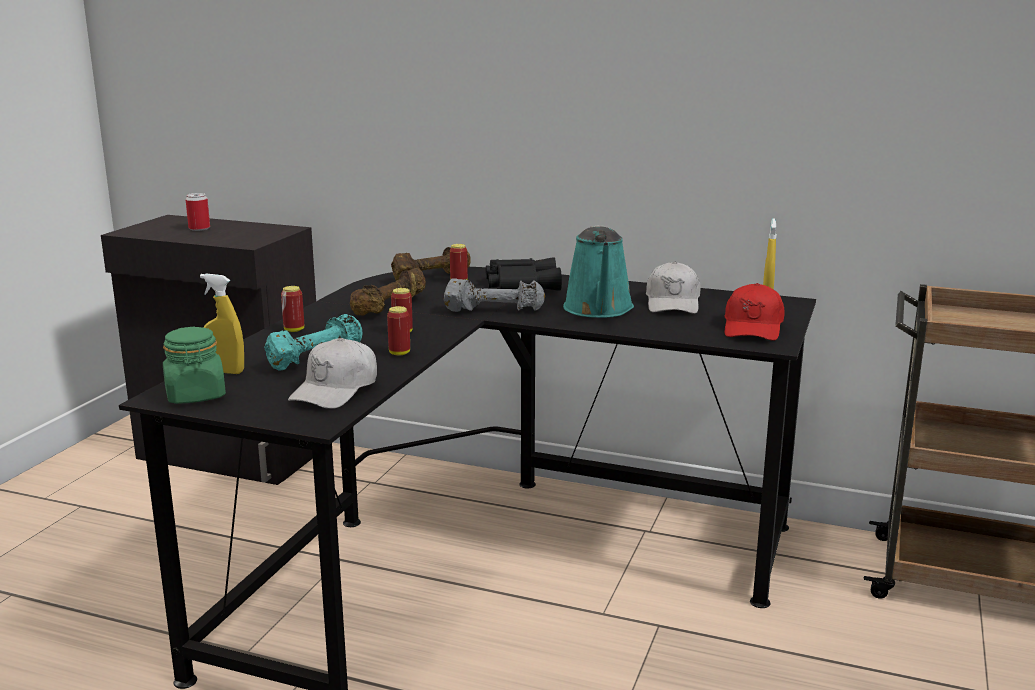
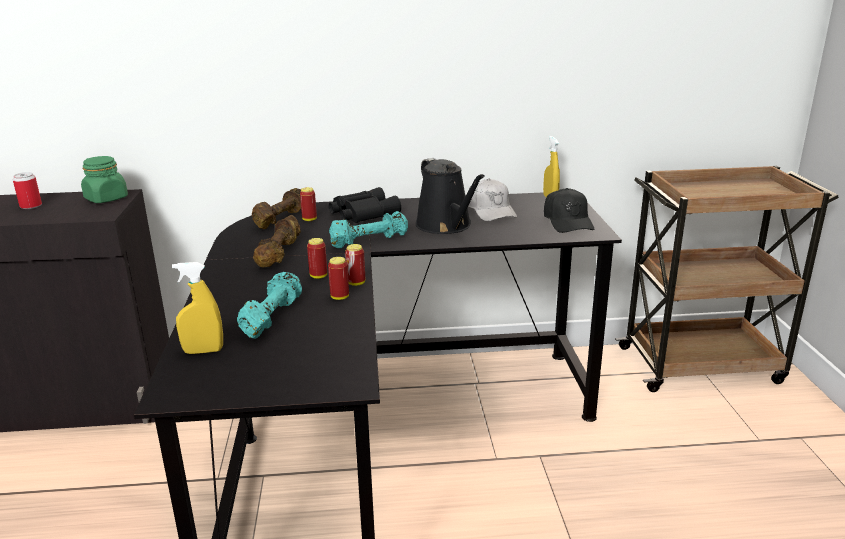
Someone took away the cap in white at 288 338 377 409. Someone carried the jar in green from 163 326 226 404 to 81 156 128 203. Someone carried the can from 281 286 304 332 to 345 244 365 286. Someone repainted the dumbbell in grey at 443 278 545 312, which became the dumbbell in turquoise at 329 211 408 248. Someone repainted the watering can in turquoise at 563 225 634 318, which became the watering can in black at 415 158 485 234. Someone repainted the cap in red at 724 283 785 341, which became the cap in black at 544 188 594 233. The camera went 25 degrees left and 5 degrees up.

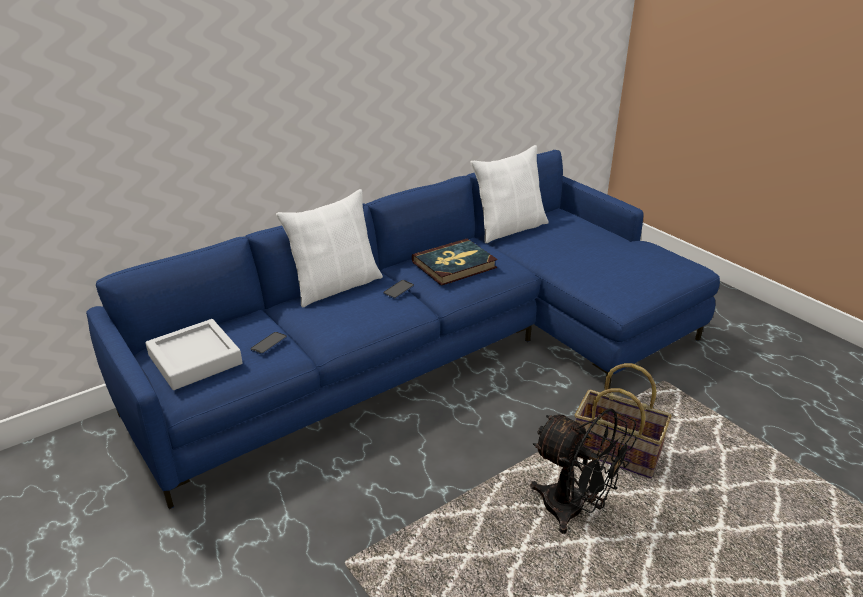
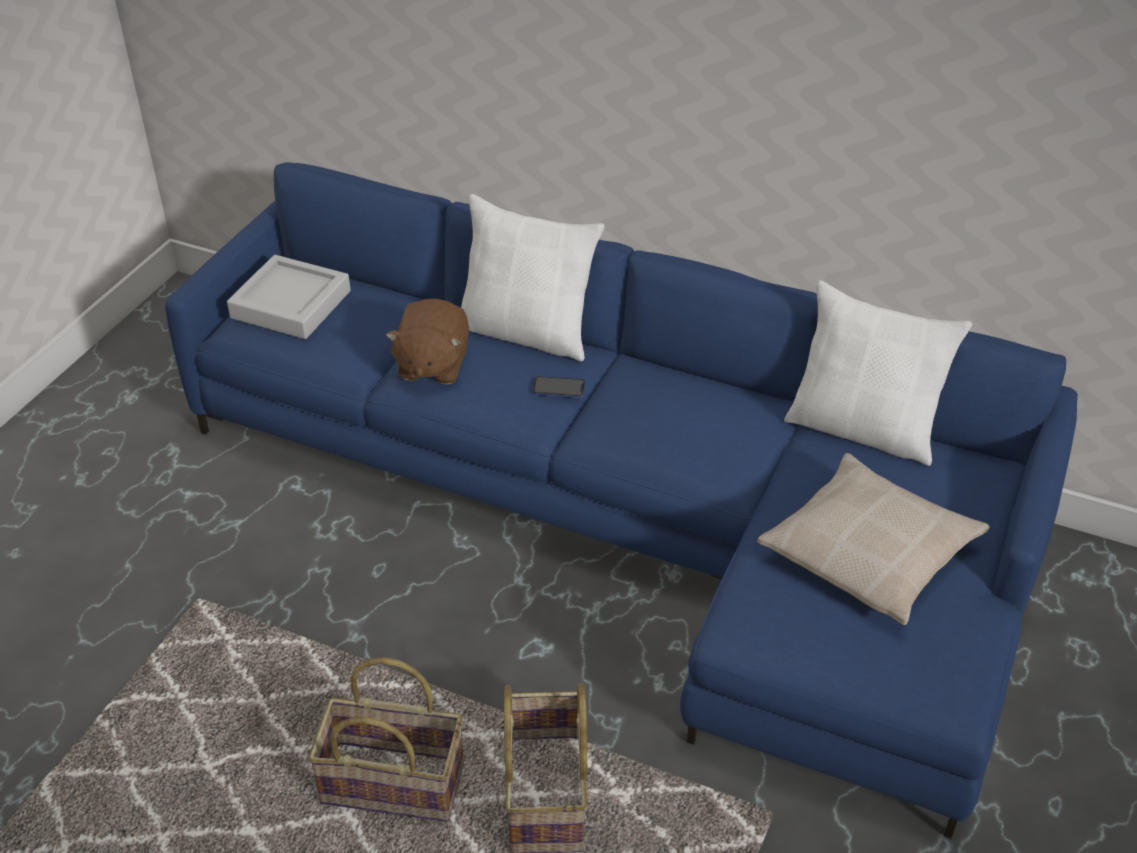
Someone took away the phone at 250 332 287 355. Someone took away the book at 412 239 497 286. Someone put down the plush toy in brown at 386 299 469 385. Someone put down the pillow in beige at 757 453 989 625. Someone swapped the fan in black at 530 409 637 534 for the basket at 308 657 464 822. The camera went 60 degrees right and 10 degrees up.

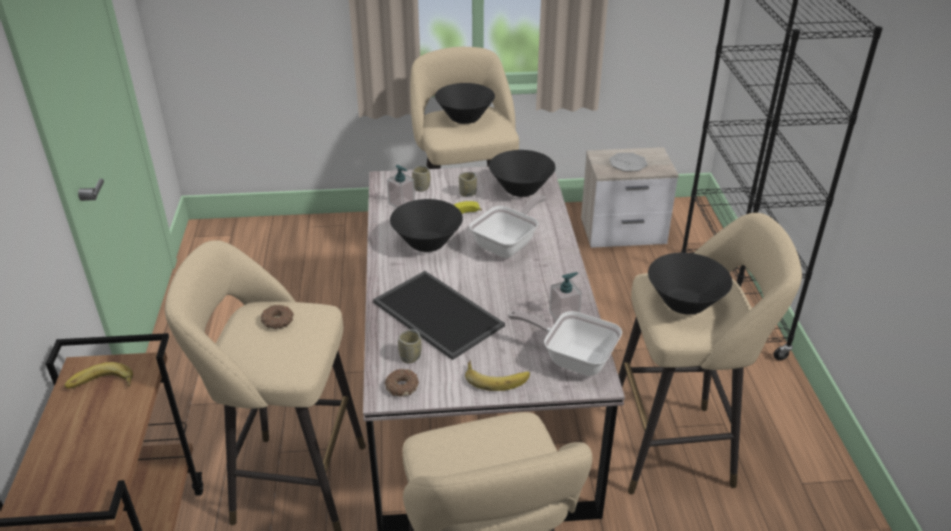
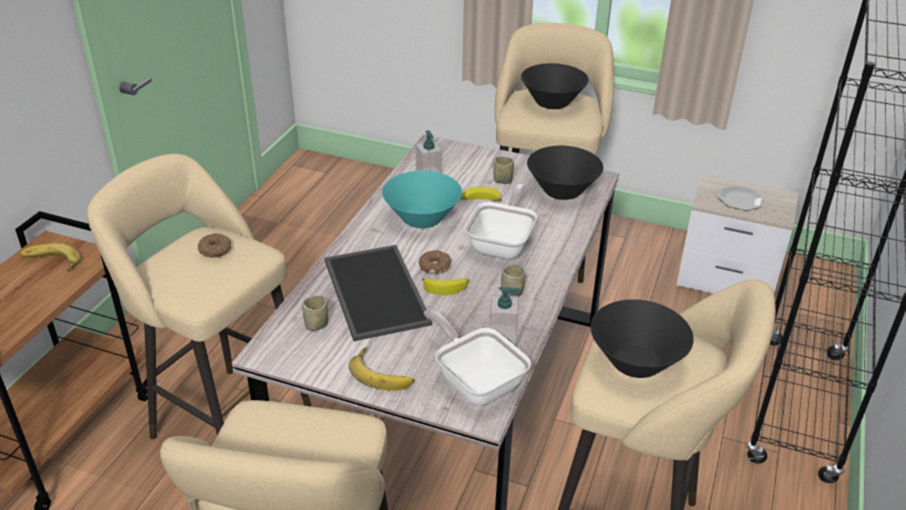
Someone put down the banana at 422 278 469 295. Someone carried the donut from 385 369 419 396 to 419 250 452 274. Someone carried the cup from 412 165 430 192 to 501 264 525 297. Someone repainted the bowl in black at 390 199 463 252, which became the bowl in turquoise at 382 171 462 228. Someone rotated the frying pan at 469 195 546 258 by 45 degrees counterclockwise. The camera went 25 degrees right and 0 degrees up.

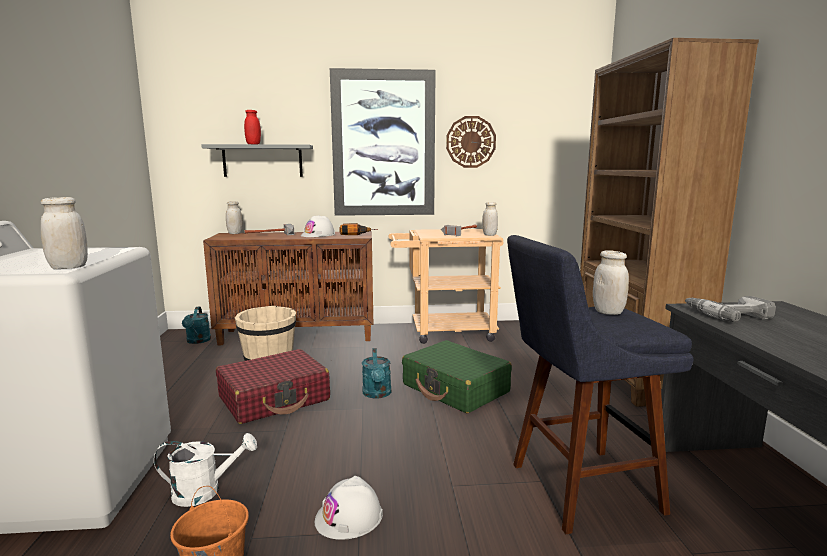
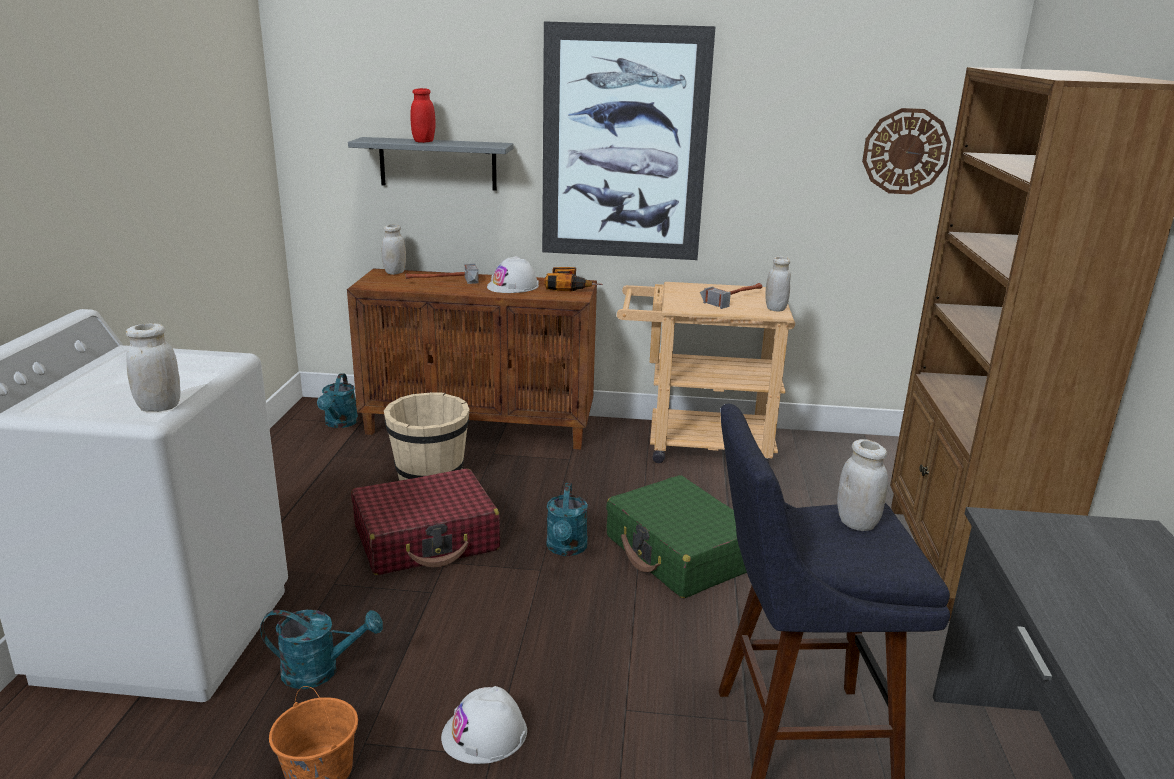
Someone took away the power drill at 685 296 776 322. Someone carried the wall clock from 446 116 496 168 to 862 108 951 194. Someone repainted the watering can in white at 154 433 257 507, which became the watering can in turquoise at 260 610 383 689. The camera went 10 degrees right and 10 degrees up.

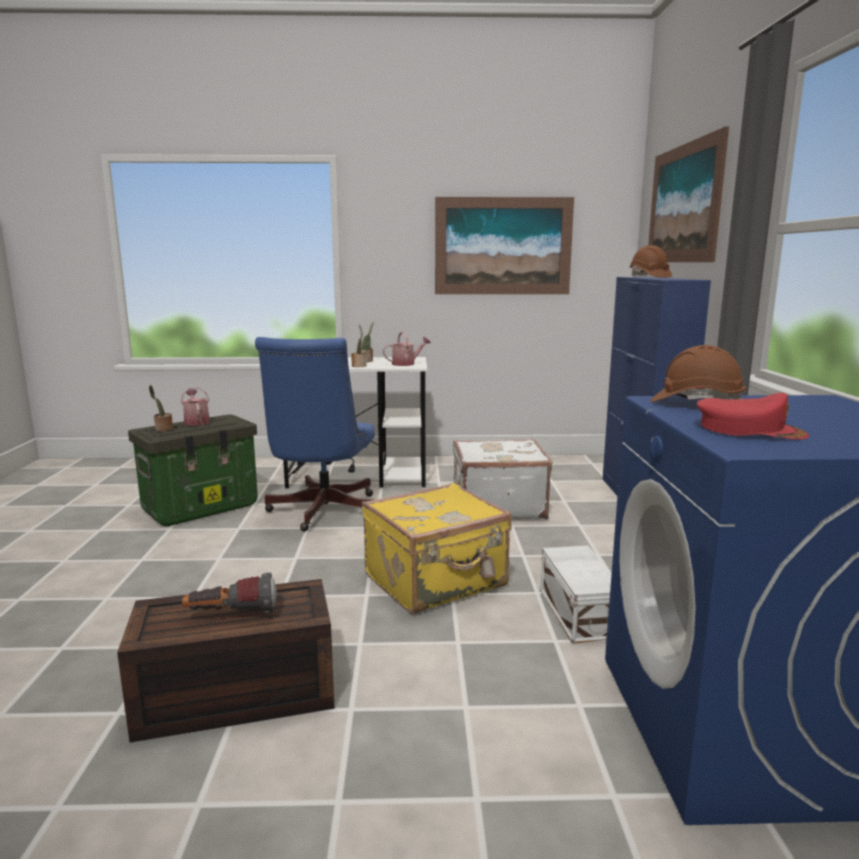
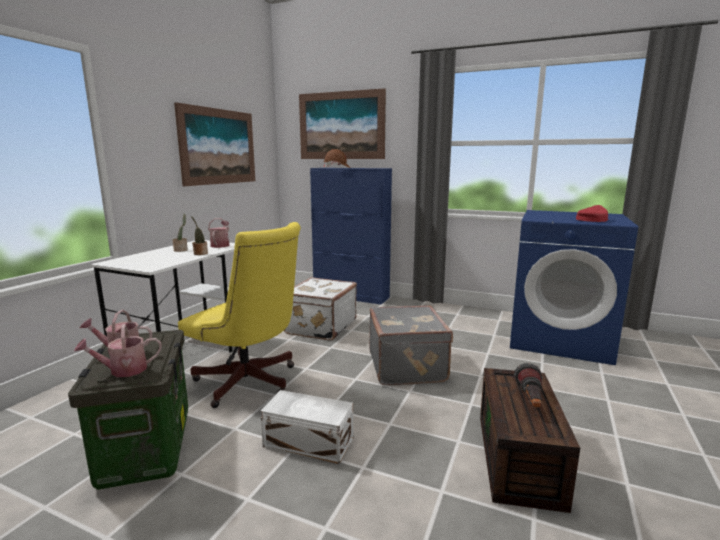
Someone took away the hard hat in brown at 650 345 746 402. Someone carried the storage box in white from 540 546 612 644 to 260 390 353 464. Someone swapped the potted plant at 149 385 173 431 for the watering can at 74 324 162 377. Someone repainted the office chair in blue at 255 337 375 531, which became the office chair in yellow at 178 222 301 408. Someone repainted the suitcase in yellow at 362 483 512 614, which became the suitcase in grey at 369 305 453 385. The camera went 65 degrees left and 0 degrees up.

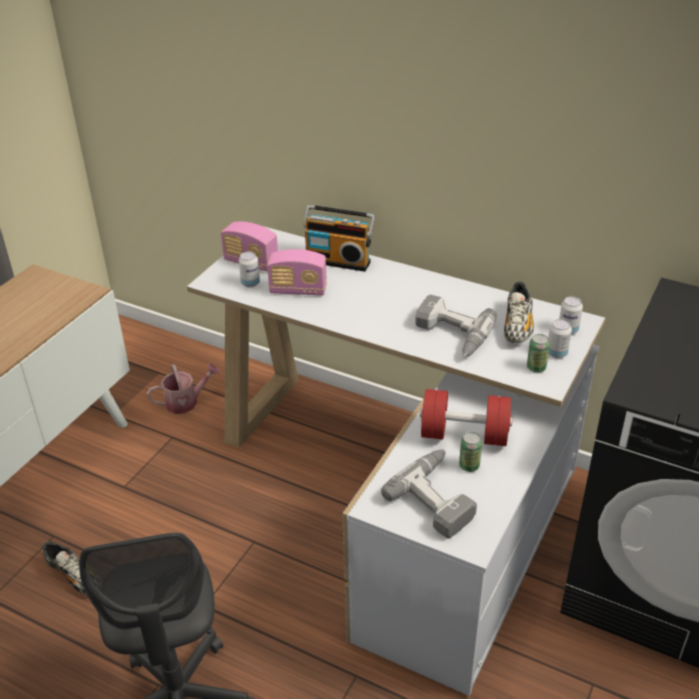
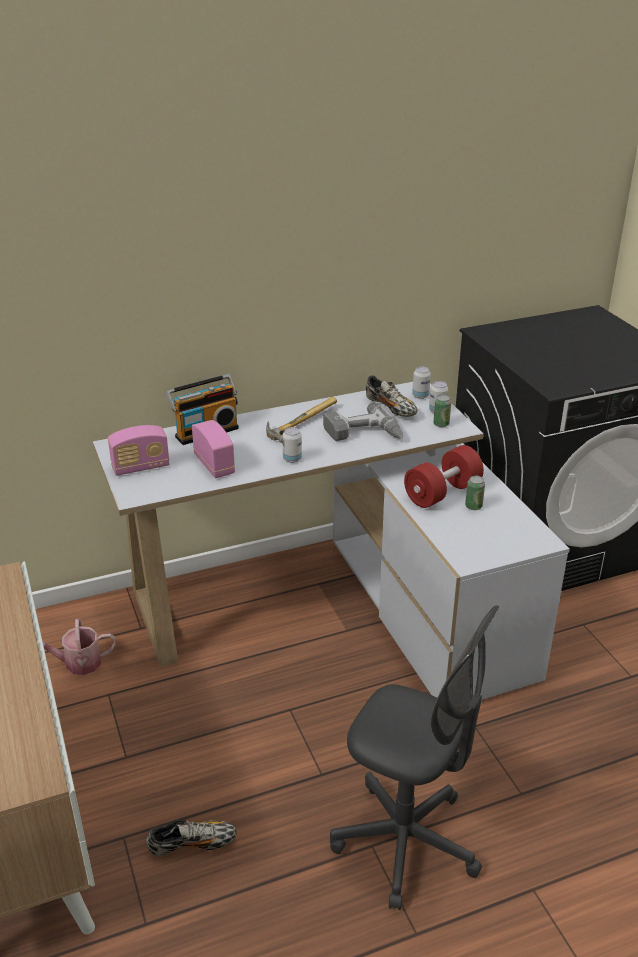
Someone took away the power drill at 381 449 477 538. Someone put down the hammer at 266 397 337 443. Someone carried the can from 239 252 260 287 to 282 427 302 463. Someone rotated the watering can at 147 363 220 414 by 120 degrees counterclockwise. Someone rotated the radio at 267 249 327 296 by 75 degrees counterclockwise. The camera went 50 degrees left and 5 degrees down.

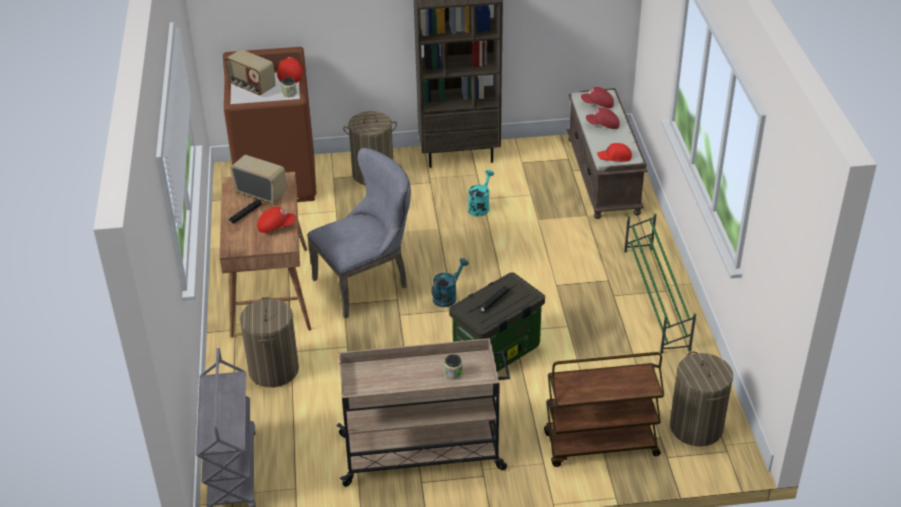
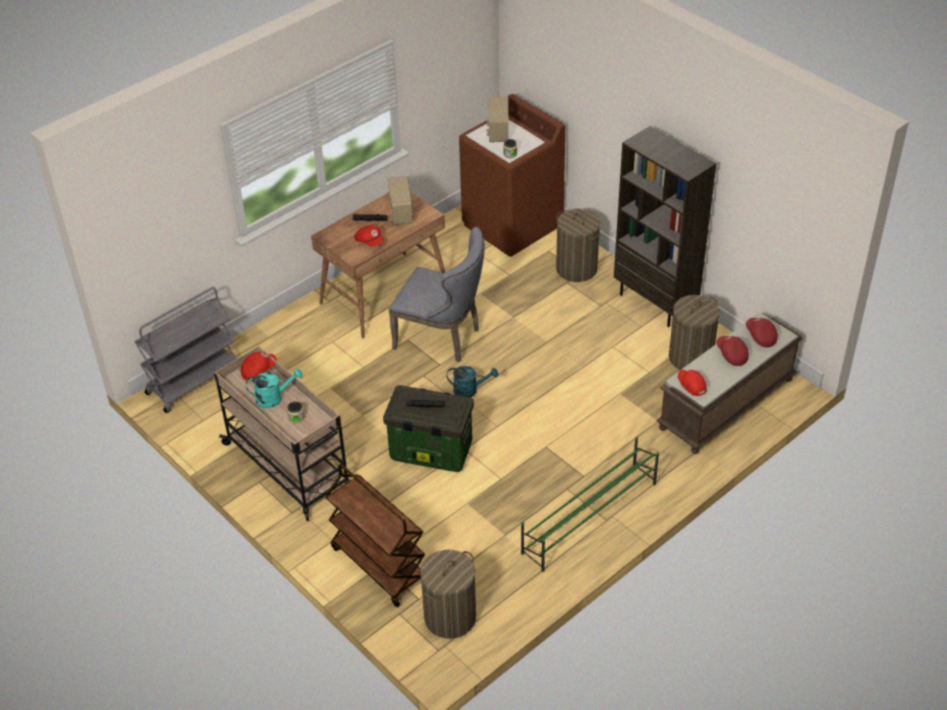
Someone carried the laundry basket from 240 297 299 387 to 669 295 720 370. Someone carried the cap in red from 277 57 303 83 to 241 352 277 381. Someone carried the watering can in turquoise from 468 170 494 216 to 246 368 303 408. The camera went 55 degrees right and 5 degrees up.

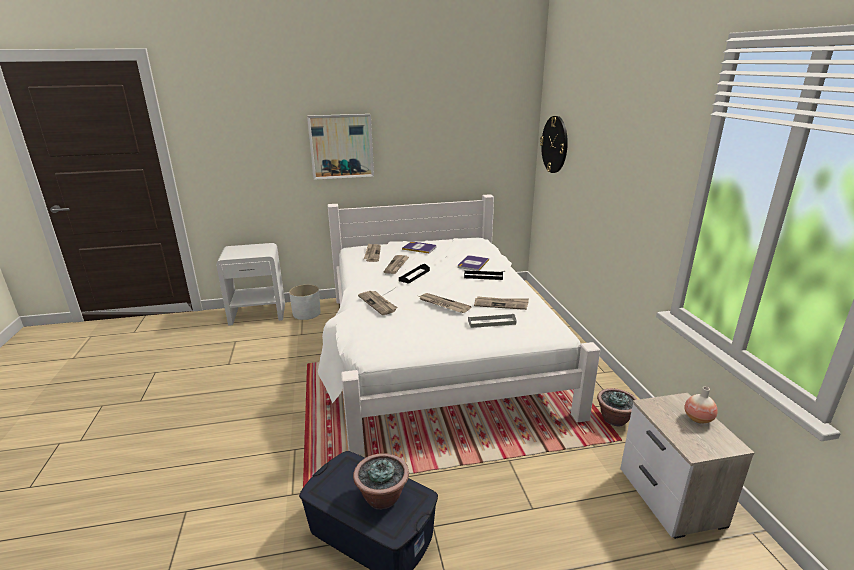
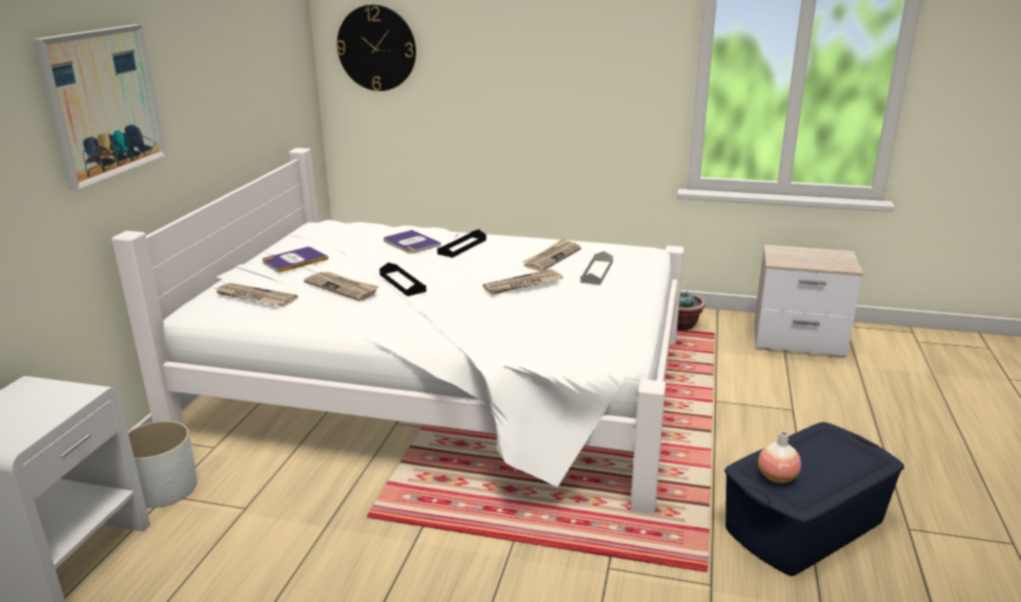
Someone took away the potted plant at 353 453 409 510. Someone took away the newspaper at 358 291 398 315. Someone carried the vase from 685 387 718 424 to 758 431 801 483. The camera went 65 degrees left and 0 degrees up.

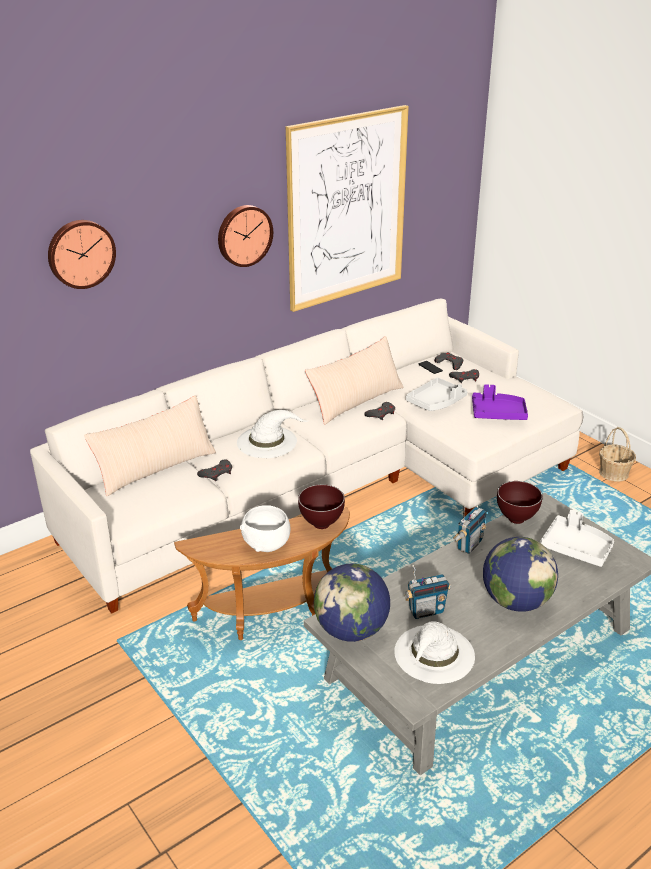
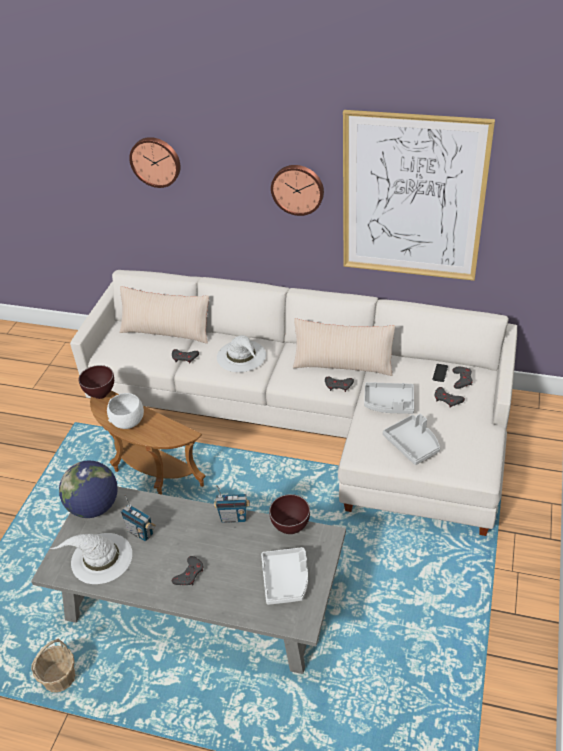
Someone carried the bowl in brown from 298 484 345 529 to 78 365 114 399. Someone carried the basket from 599 427 636 481 to 31 639 76 693. Someone swapped the globe at 483 537 558 612 for the game controller in grey at 172 556 203 585. Someone repainted the tray in purple at 472 384 528 420, which became the tray in grey at 383 414 440 465. The camera went 55 degrees right and 10 degrees up.

